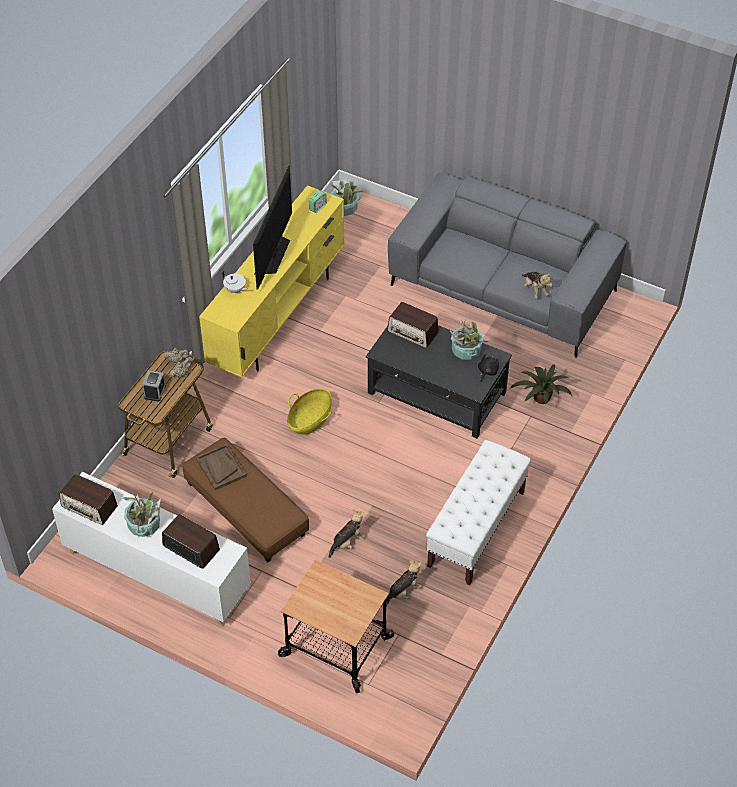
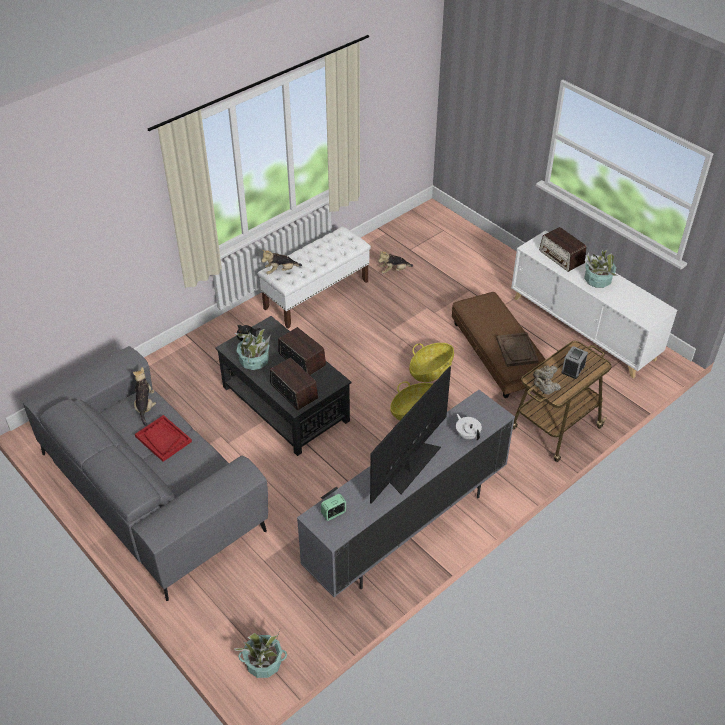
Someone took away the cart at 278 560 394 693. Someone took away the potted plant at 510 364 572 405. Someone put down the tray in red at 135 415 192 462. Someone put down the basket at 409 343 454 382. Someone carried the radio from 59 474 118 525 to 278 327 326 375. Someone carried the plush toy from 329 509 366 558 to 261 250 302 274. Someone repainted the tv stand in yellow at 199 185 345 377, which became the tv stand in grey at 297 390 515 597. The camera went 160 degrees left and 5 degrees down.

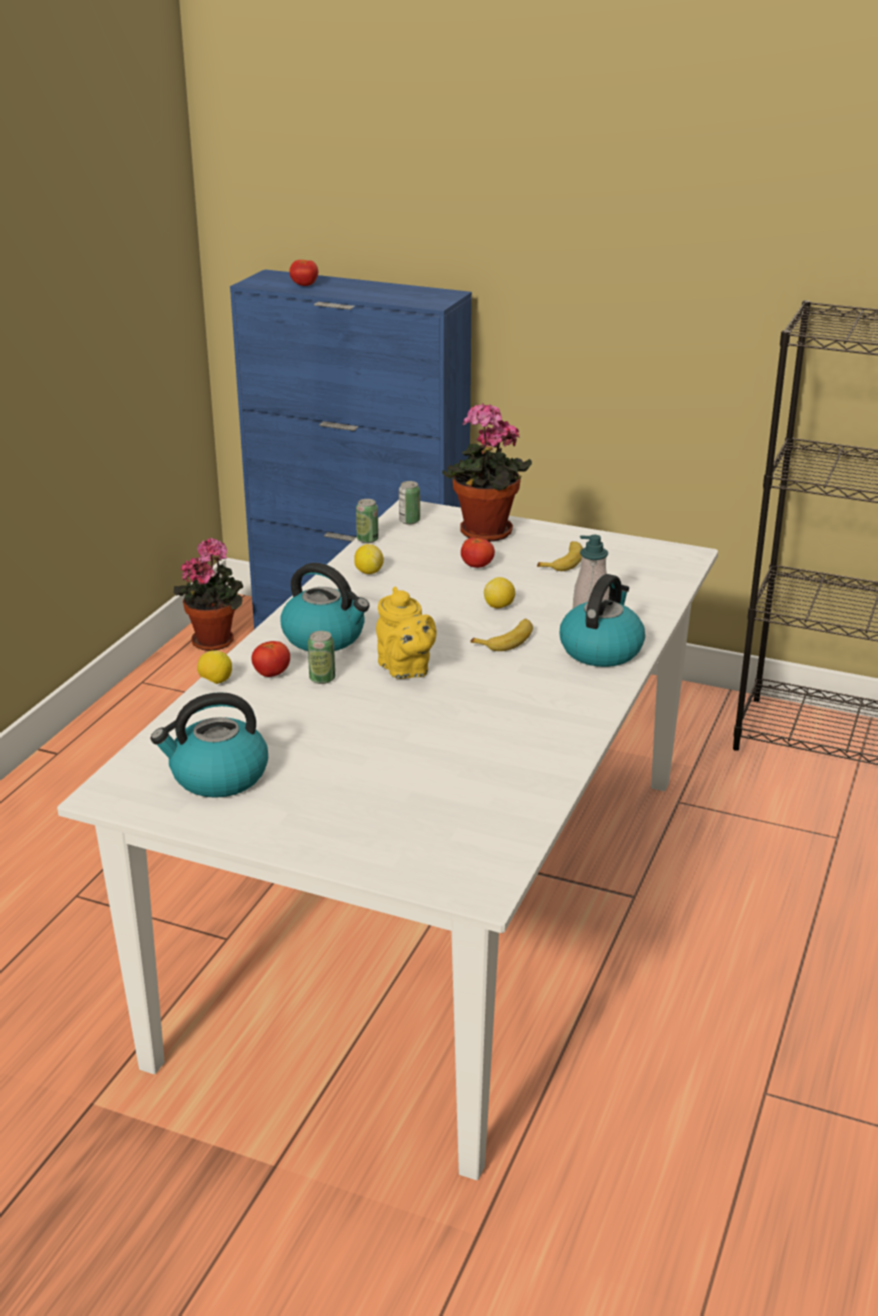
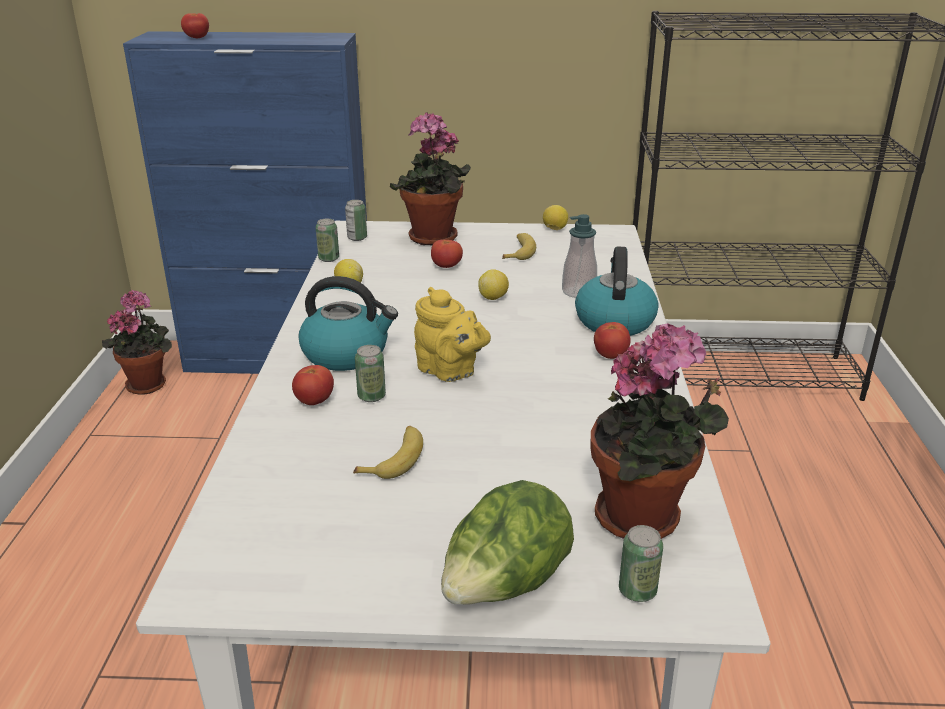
Someone took away the kettle at 151 692 268 798. Someone put down the lettuce at 441 480 574 605. Someone put down the potted plant at 591 323 729 539. Someone put down the tomato at 594 322 631 359. Someone put down the can at 619 525 663 602. Someone carried the lemon from 197 650 232 684 to 543 205 568 230. Someone carried the banana from 470 619 533 651 to 353 426 423 479. The camera went 20 degrees left and 0 degrees up.

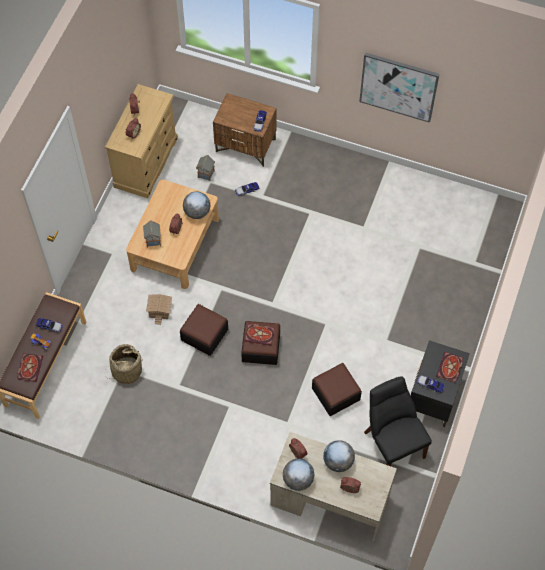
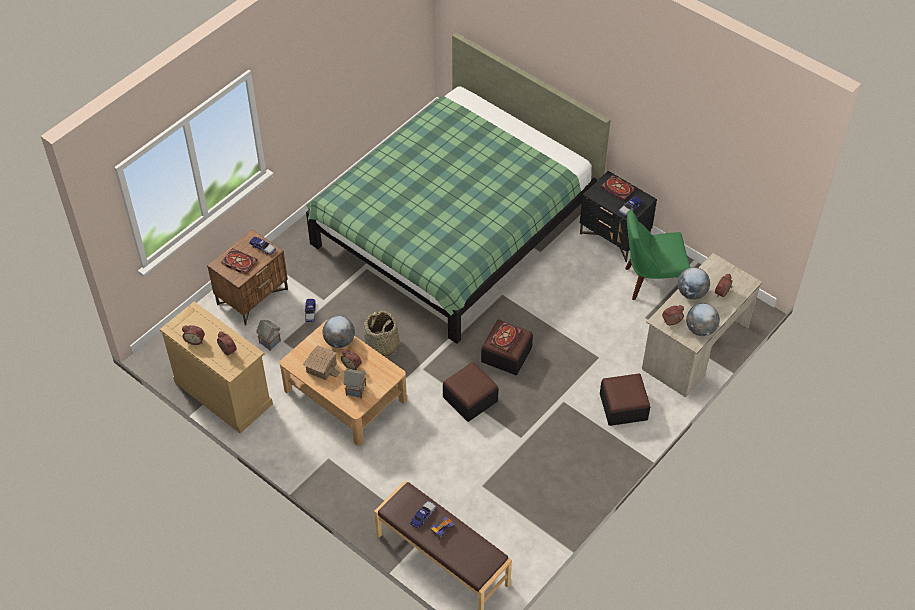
Someone took away the picture at 359 53 439 123. Someone put down the bed in green at 306 33 611 344. Someone carried the book from 17 353 43 382 to 221 248 257 274. Someone carried the basket from 108 344 142 384 to 363 310 399 356. Someone carried the toy house from 146 294 172 325 to 303 345 340 380. Someone carried the ottoman from 312 363 362 416 to 600 373 650 426. Someone repainted the chair in black at 364 376 432 466, which became the chair in green at 625 210 690 300. The camera went 70 degrees left and 10 degrees down.

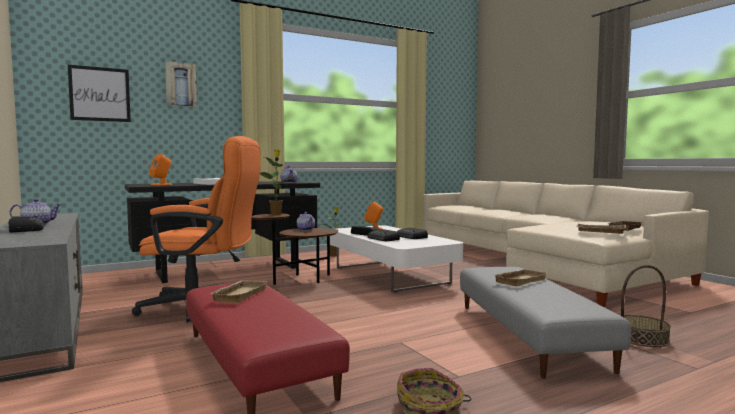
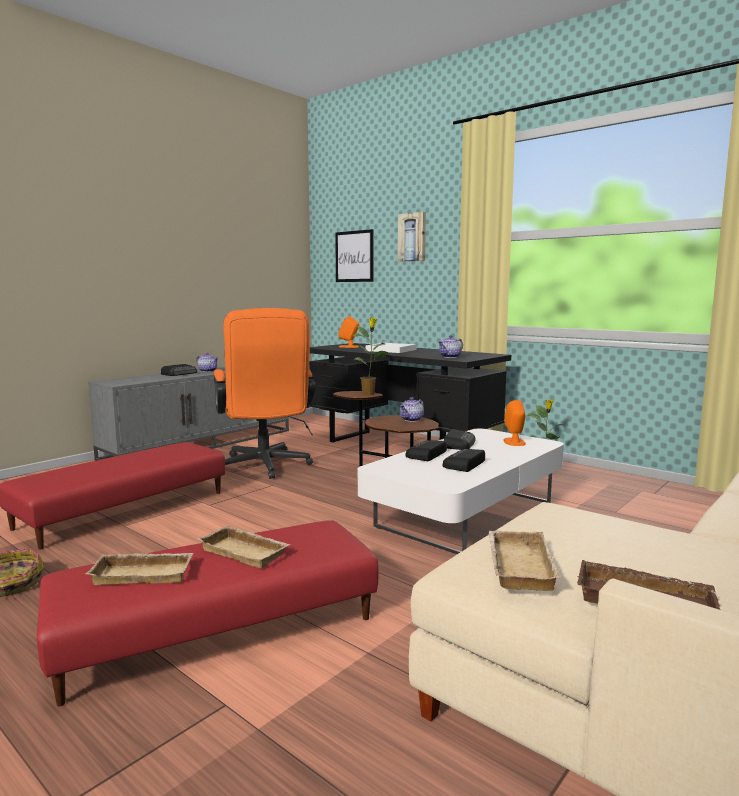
Someone took away the basket at 621 265 671 347. Someone carried the tray in beige from 209 280 268 303 to 86 553 194 585. Someone repainted the ottoman in grey at 460 267 631 378, which became the ottoman in red at 37 520 379 706. The camera went 70 degrees right and 5 degrees up.

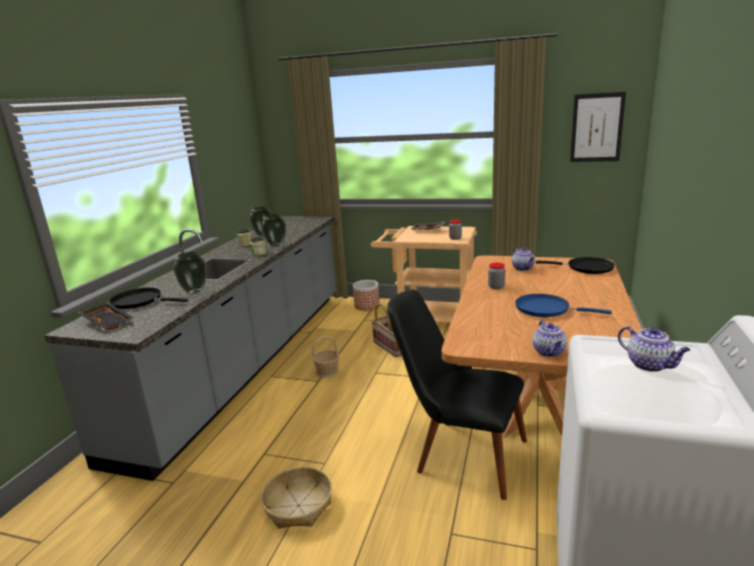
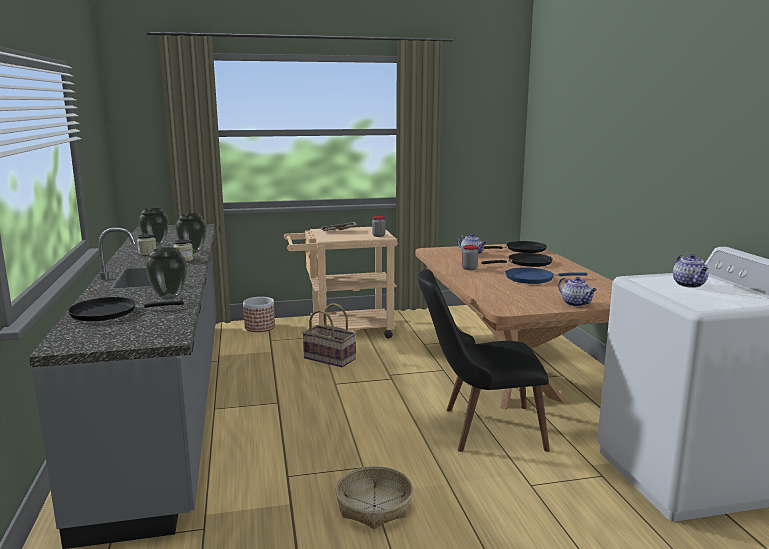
Someone took away the tray in black at 78 302 134 330. Someone took away the basket at 312 336 339 377. Someone took away the picture at 570 92 626 162. Someone put down the frying pan in black at 481 253 553 267. Someone rotated the teapot at 618 326 690 372 by 60 degrees clockwise. The camera went 30 degrees left and 5 degrees down.

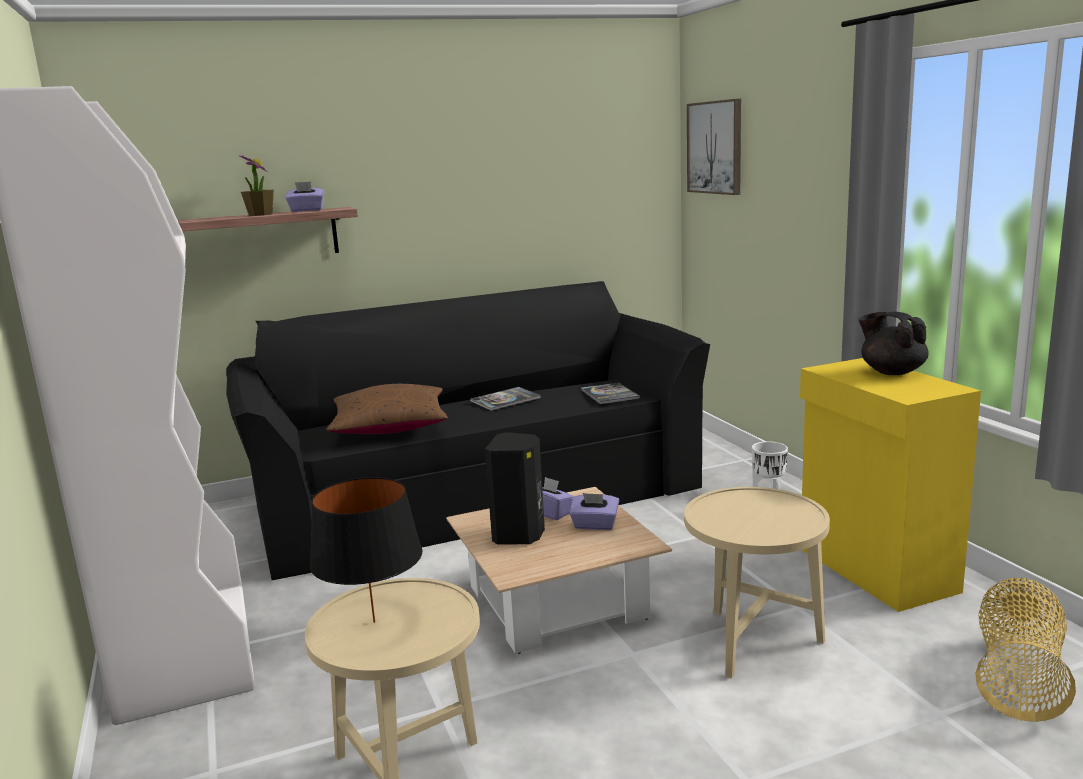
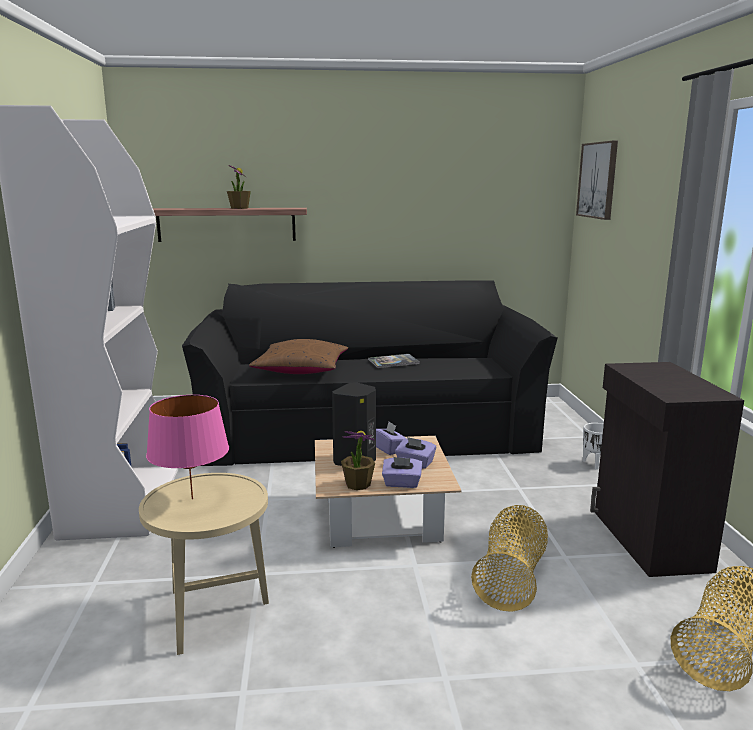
Someone took away the book at 581 382 640 404. Someone took away the teapot in black at 859 312 928 375. Someone put down the potted plant at 341 431 375 490. Someone carried the tissue box in purple from 286 181 324 212 to 382 457 422 488. Someone swapped the side table in beige at 684 487 830 679 for the basket at 471 505 548 612. Someone repainted the table lamp in black at 310 477 423 623, which became the table lamp in pink at 146 395 229 499. Someone repainted the cabinet in yellow at 800 358 981 612, which became the cabinet in black at 590 362 744 577. The camera went 15 degrees right and 0 degrees up.

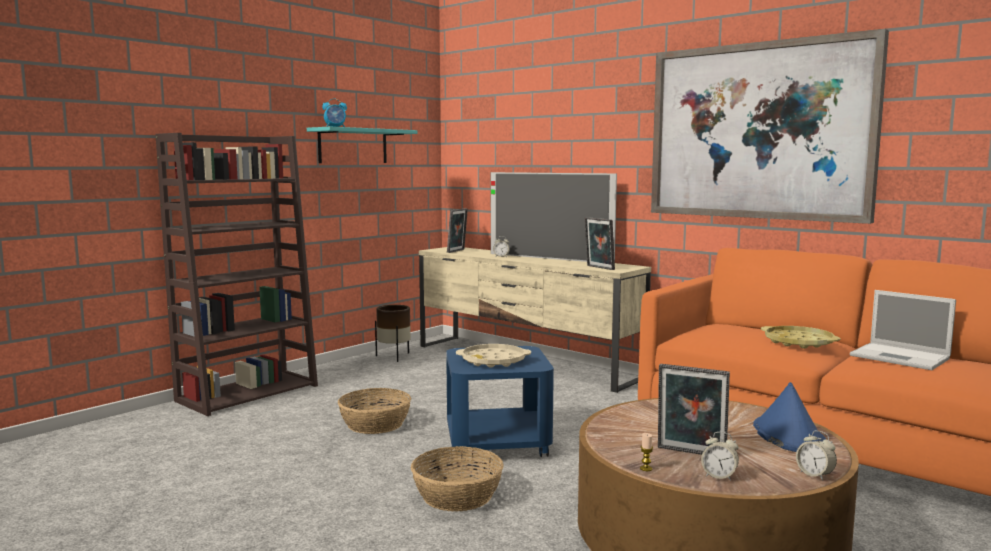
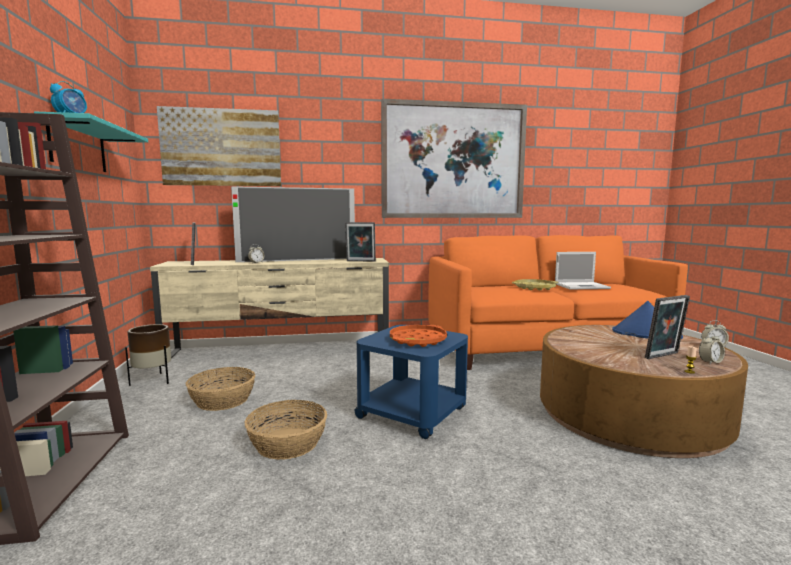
Someone put up the picture at 157 106 281 186. Someone carried the basket from 411 446 504 511 to 186 367 256 411. Someone repainted the tray in beige at 456 344 531 368, which became the tray in orange at 390 325 447 347. The camera went 50 degrees left and 0 degrees up.

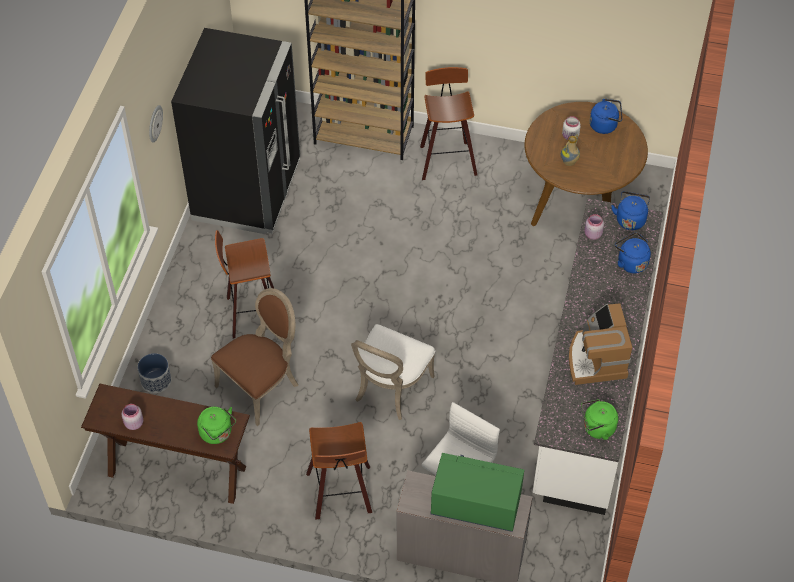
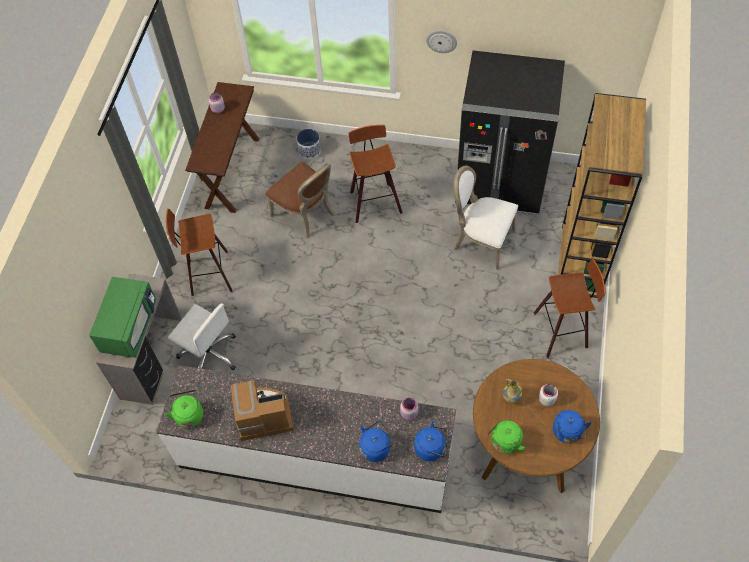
Someone carried the kettle in green from 197 407 236 444 to 487 421 526 454. Someone carried the chair in white from 351 324 435 420 to 454 166 518 270. The camera went 90 degrees right and 5 degrees up.

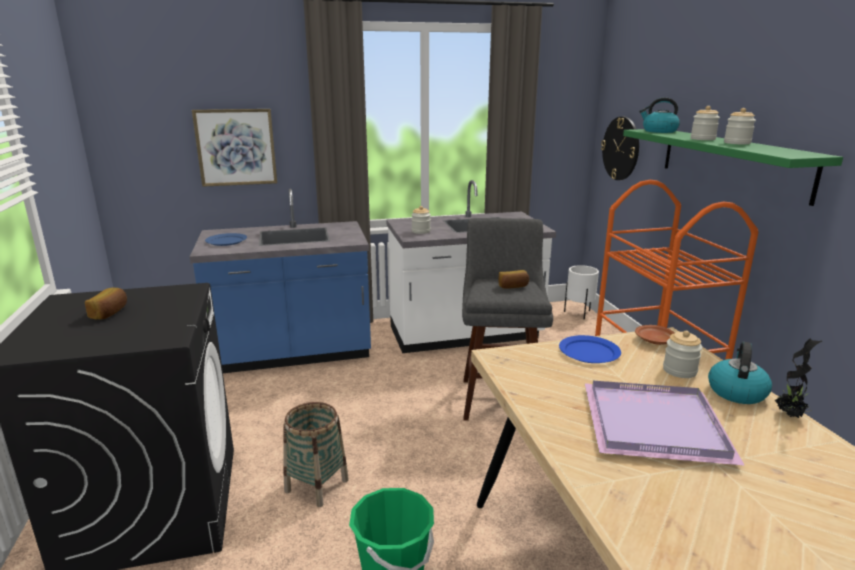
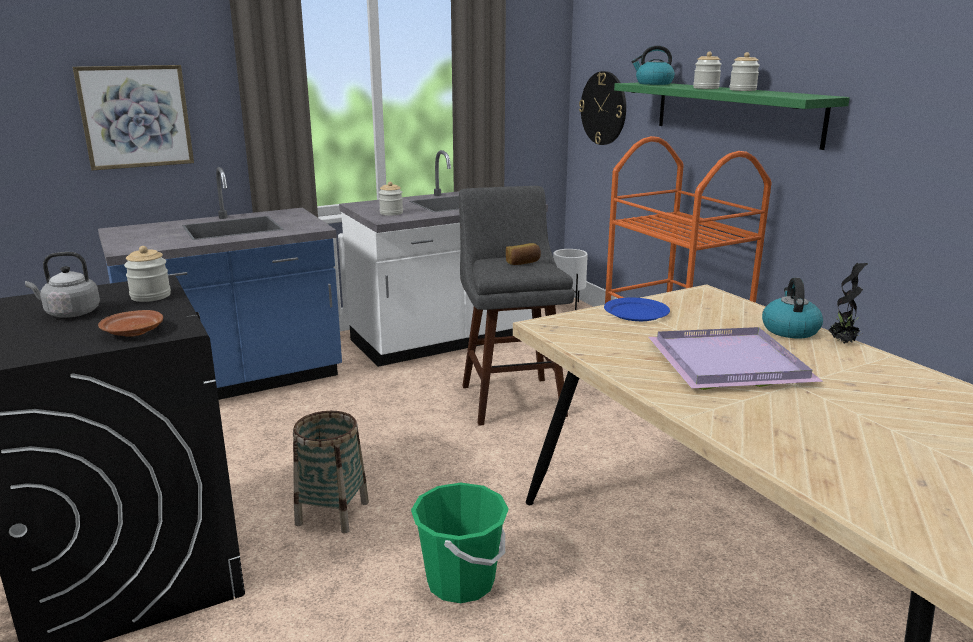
Someone took away the plate in blue at 205 233 247 246. Someone carried the plate in brown from 635 325 675 345 to 98 310 163 337. Someone carried the jar from 663 331 702 378 to 124 246 171 302. Someone swapped the bread at 85 287 127 320 for the kettle in grey at 25 252 100 317. The camera went 15 degrees left and 0 degrees up.

